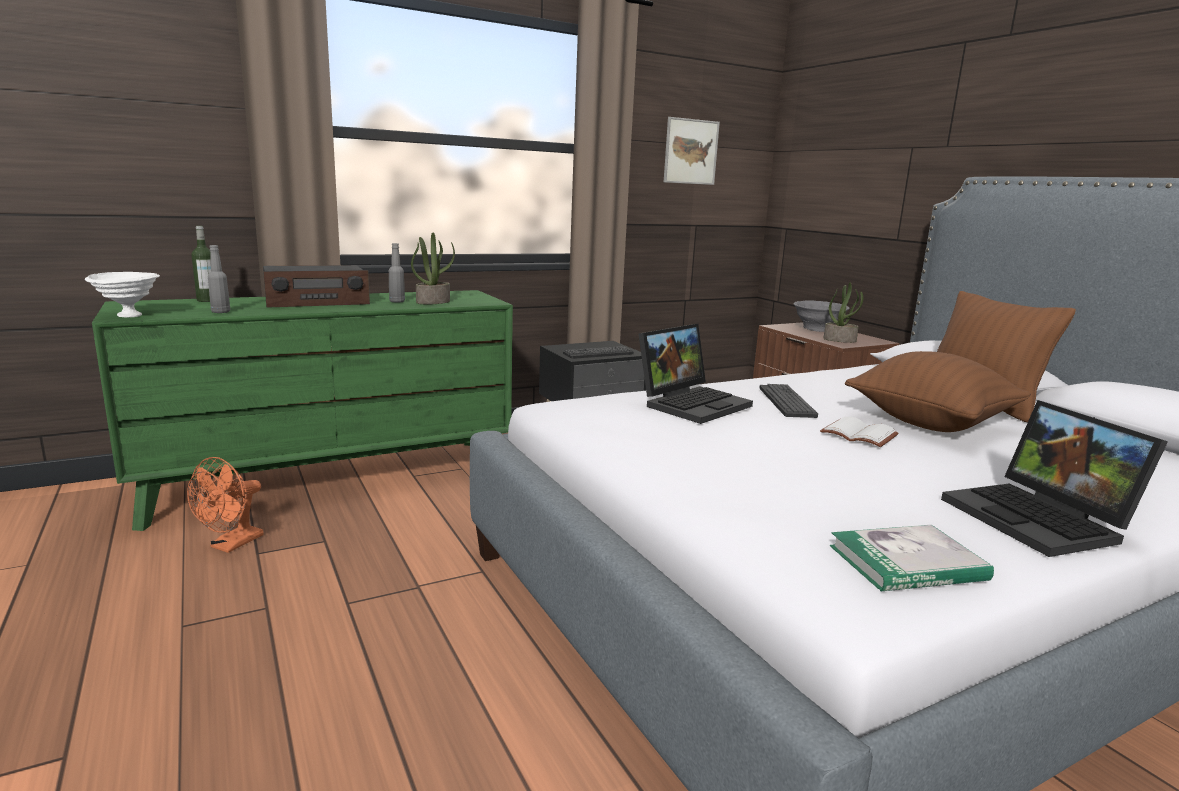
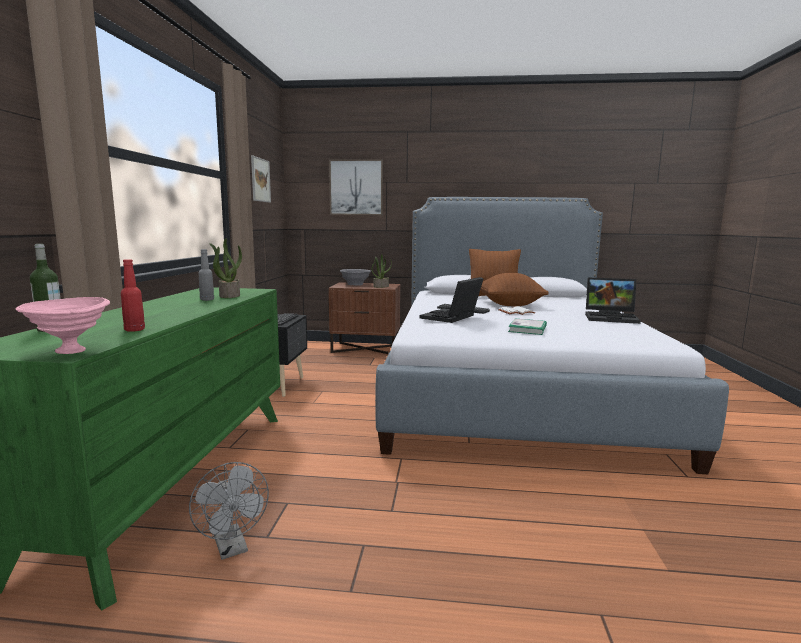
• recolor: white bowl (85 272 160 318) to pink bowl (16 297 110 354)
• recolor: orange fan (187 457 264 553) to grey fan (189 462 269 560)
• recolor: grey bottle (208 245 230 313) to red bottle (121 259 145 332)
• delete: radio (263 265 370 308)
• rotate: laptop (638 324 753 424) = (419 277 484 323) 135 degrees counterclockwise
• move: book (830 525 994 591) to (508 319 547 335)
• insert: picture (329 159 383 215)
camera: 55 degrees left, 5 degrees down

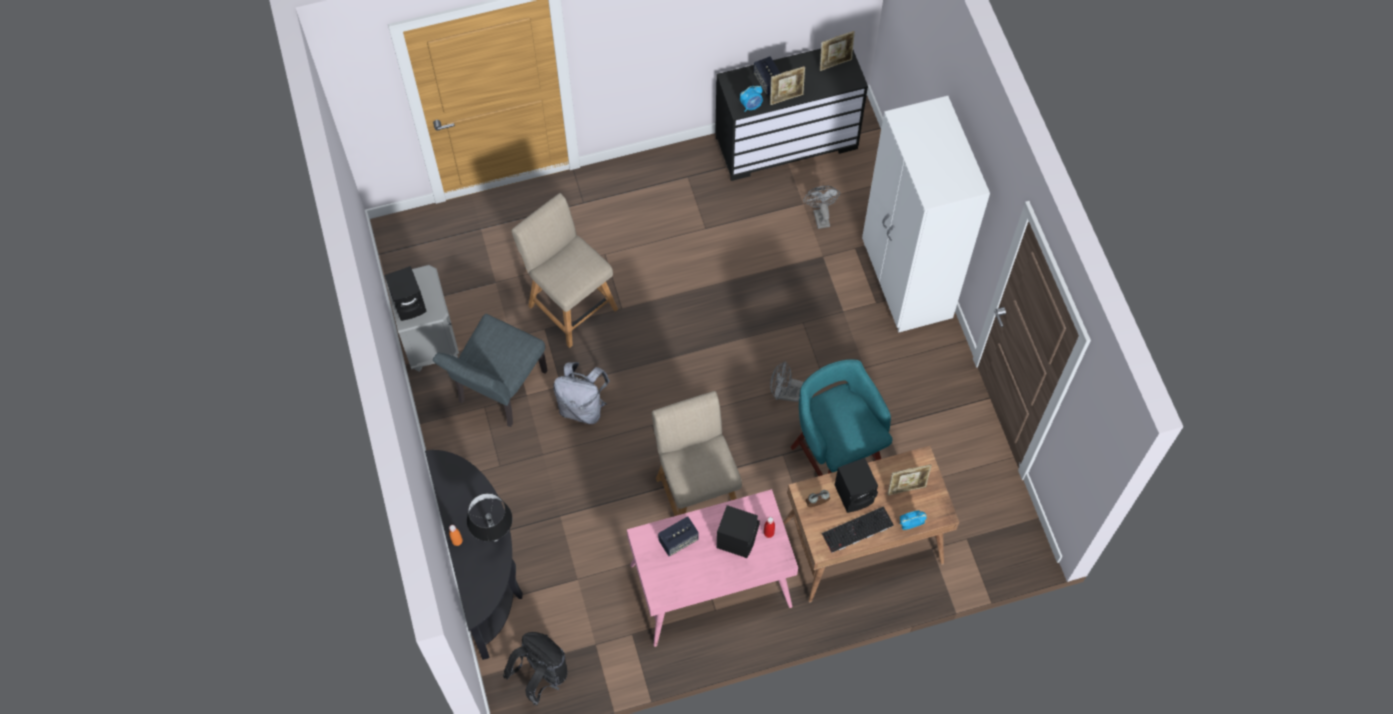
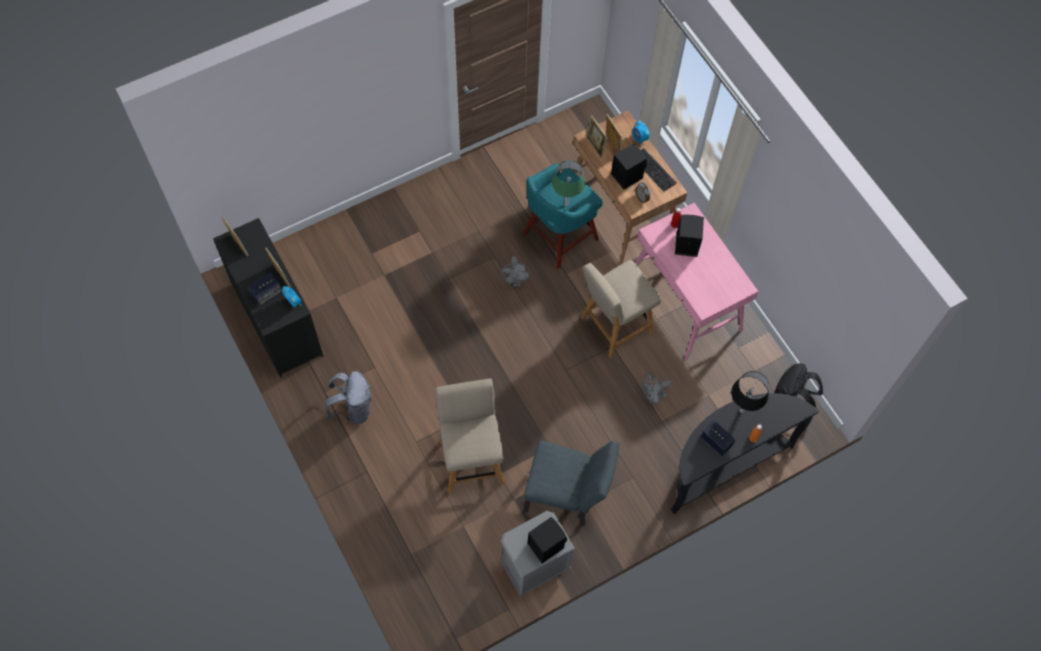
• rotate: beige chair (511 193 618 348) = (435 379 505 493) 135 degrees clockwise
• move: grey backpack (553 362 610 424) to (325 371 371 424)
• move: speaker (658 516 699 557) to (701 420 736 456)
• move: grey fan (803 186 840 229) to (642 372 672 404)
• delete: white wardrobe (862 96 990 333)
• insert: green table lamp (552 160 586 207)
• insert: picture frame (586 116 608 159)
camera: 105 degrees left, 0 degrees up

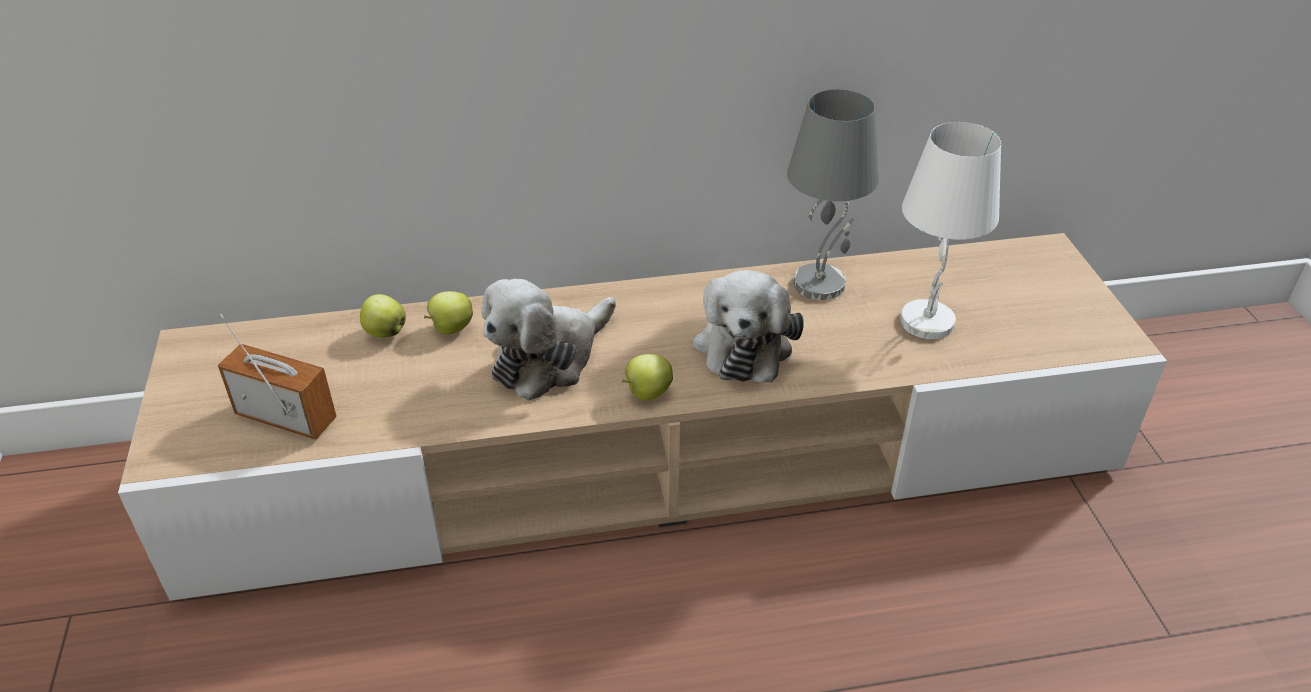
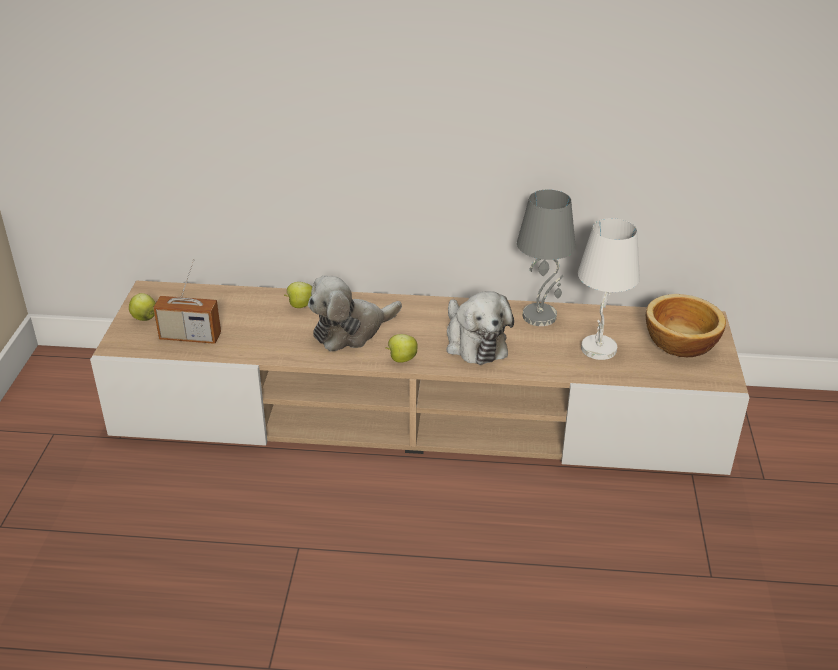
• rotate: radio (218 314 337 440) = (153 258 221 344) 150 degrees clockwise
• move: apple (360 294 406 338) to (129 293 156 321)
• rotate: plush toy (693 270 804 383) = (446 291 514 365) 45 degrees counterclockwise
• insert: bowl (646 294 726 357)
camera: 15 degrees right, 5 degrees down

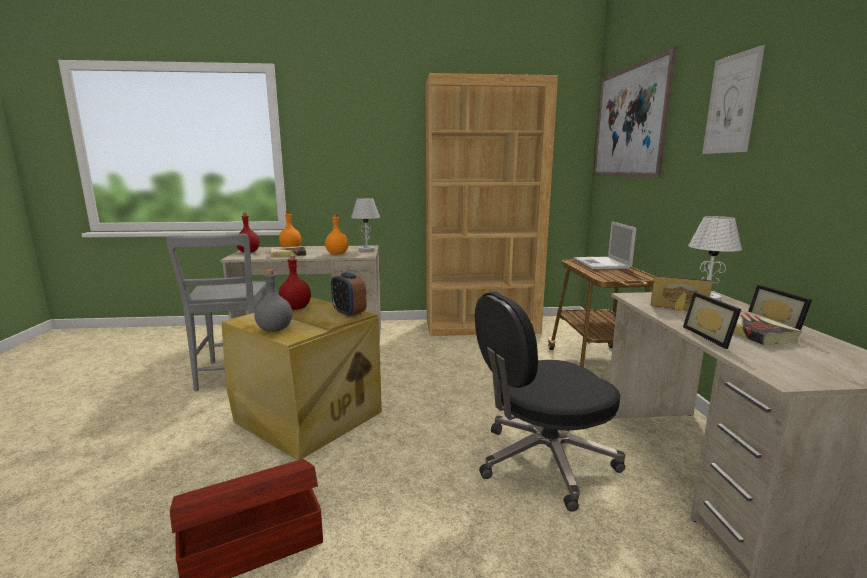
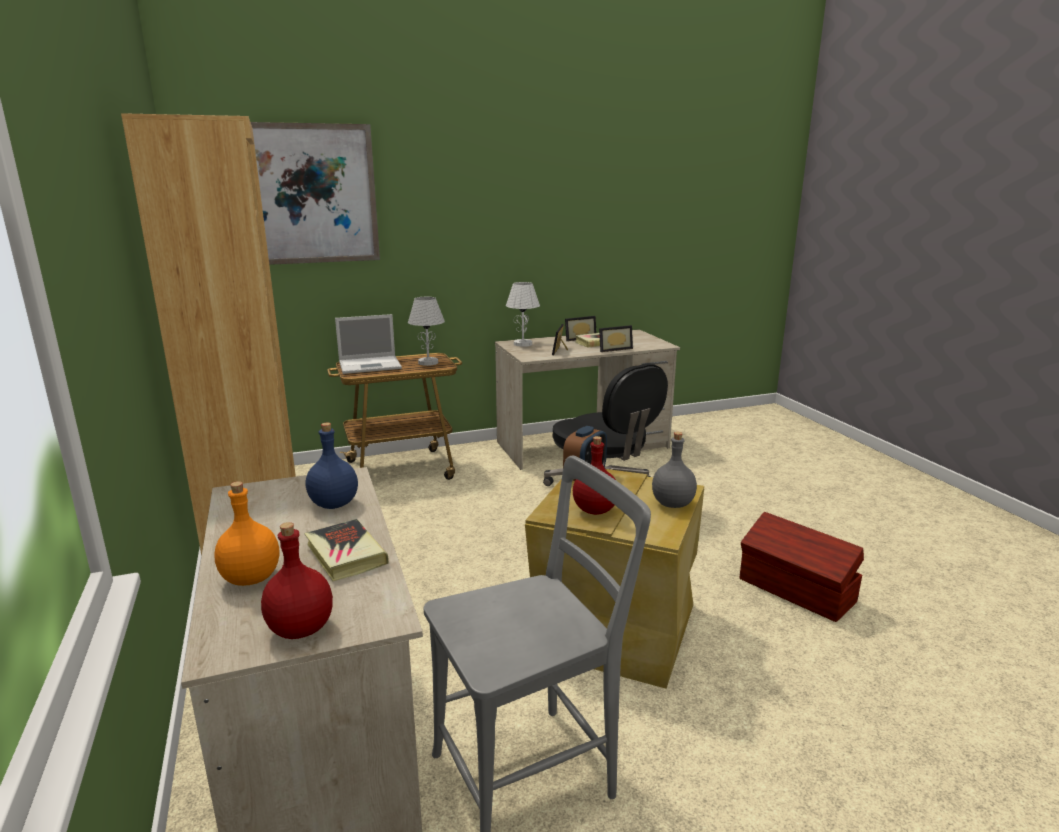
• recolor: orange bottle (325 214 349 255) to blue bottle (306 422 358 509)
• move: white table lamp (351 198 380 251) to (408 297 445 366)
• delete: picture (702 45 765 154)
camera: 105 degrees left, 5 degrees up

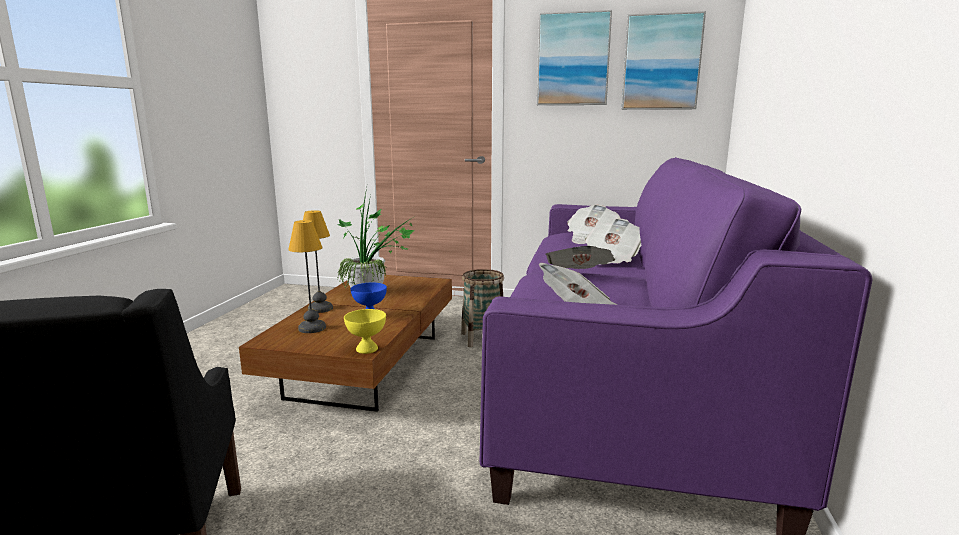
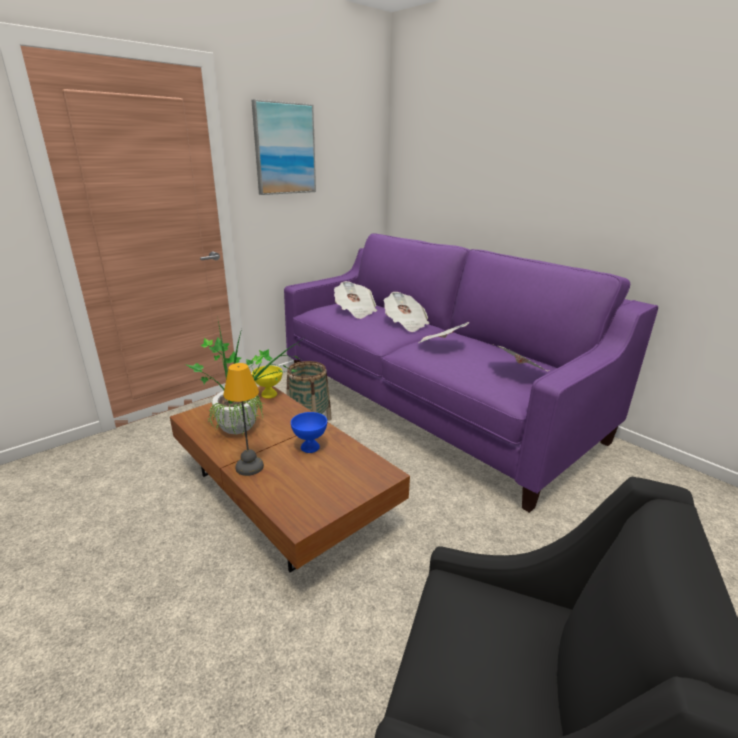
• delete: table lamp (288 220 326 333)
• move: yellow bowl (344 309 386 354) to (252 366 283 399)
• delete: picture (622 11 706 110)
camera: 55 degrees left, 10 degrees up

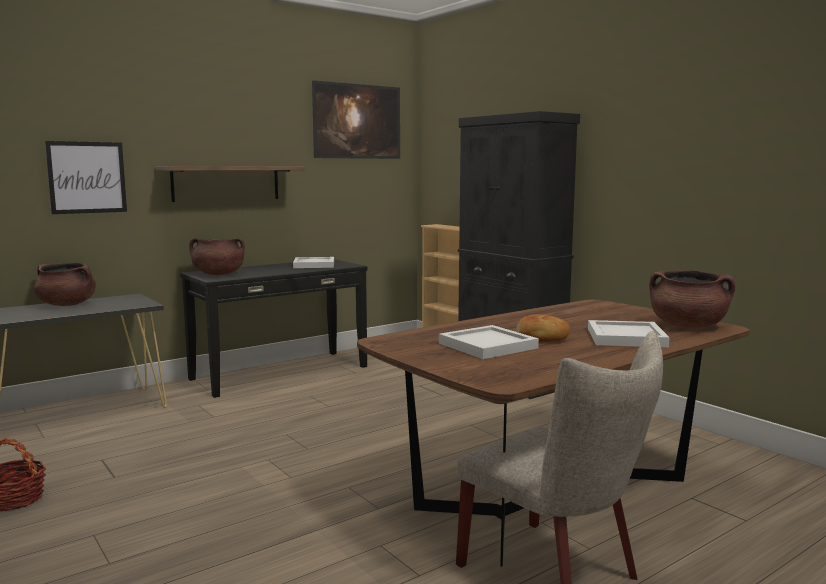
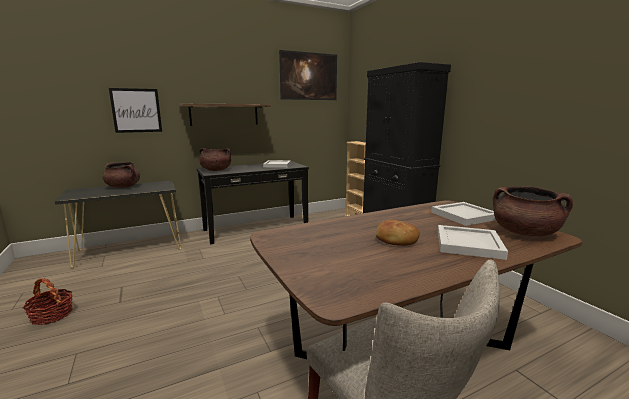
• move: white tray (439 325 539 359) to (431 202 496 226)
camera: 10 degrees right, 5 degrees up

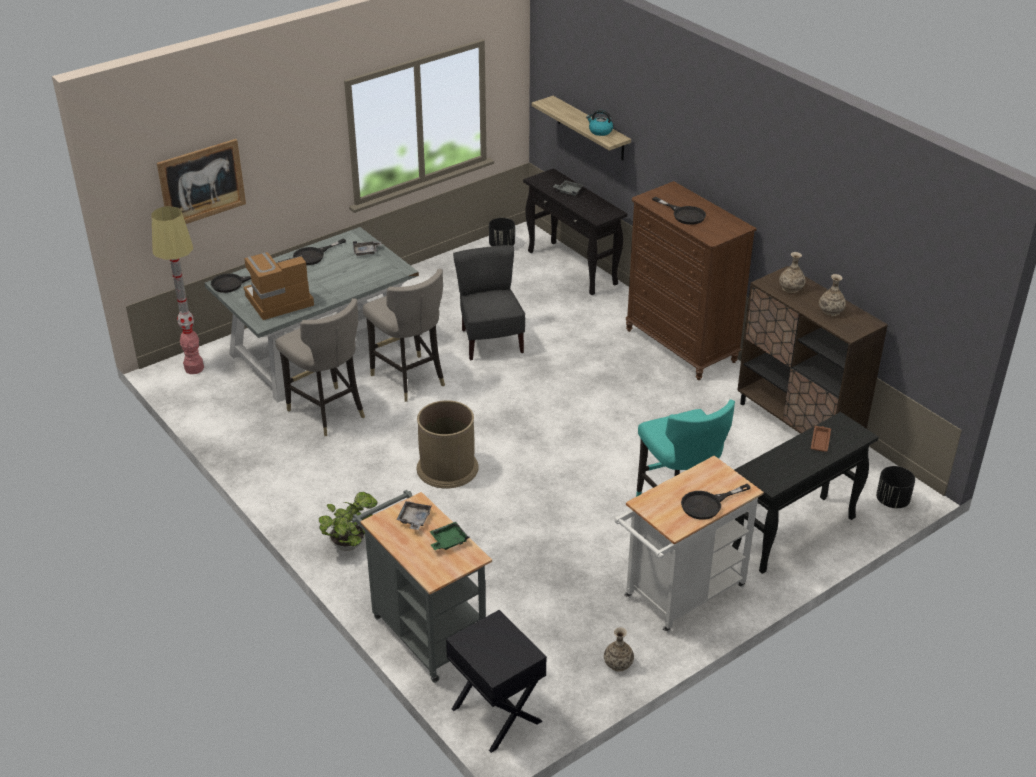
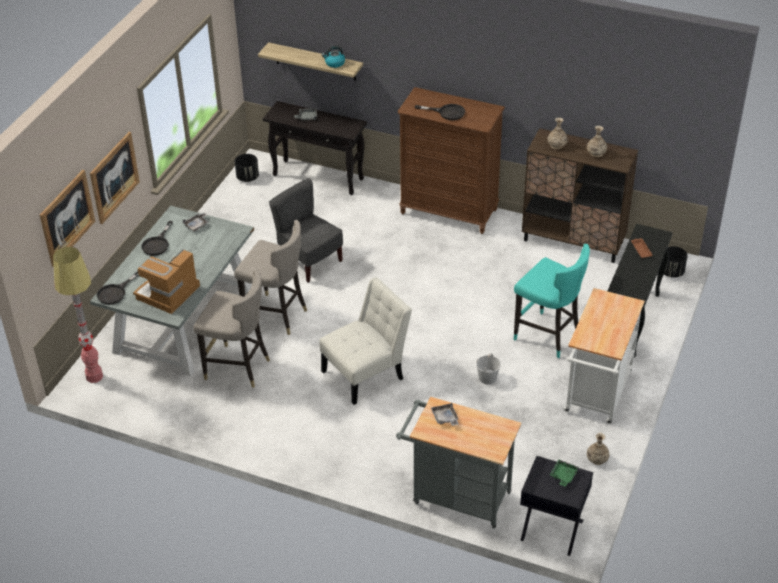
• delete: potted plant (319 492 377 551)
• replace: brown trash can (417 400 479 488) to white chair (319 277 412 405)
• move: green tray (430 522 469 550) to (550 460 578 487)
• delete: black frying pan (681 484 751 520)
• insert: picture (90 132 140 224)
• insert: white bucket (476 353 501 385)
camera: 30 degrees left, 5 degrees up

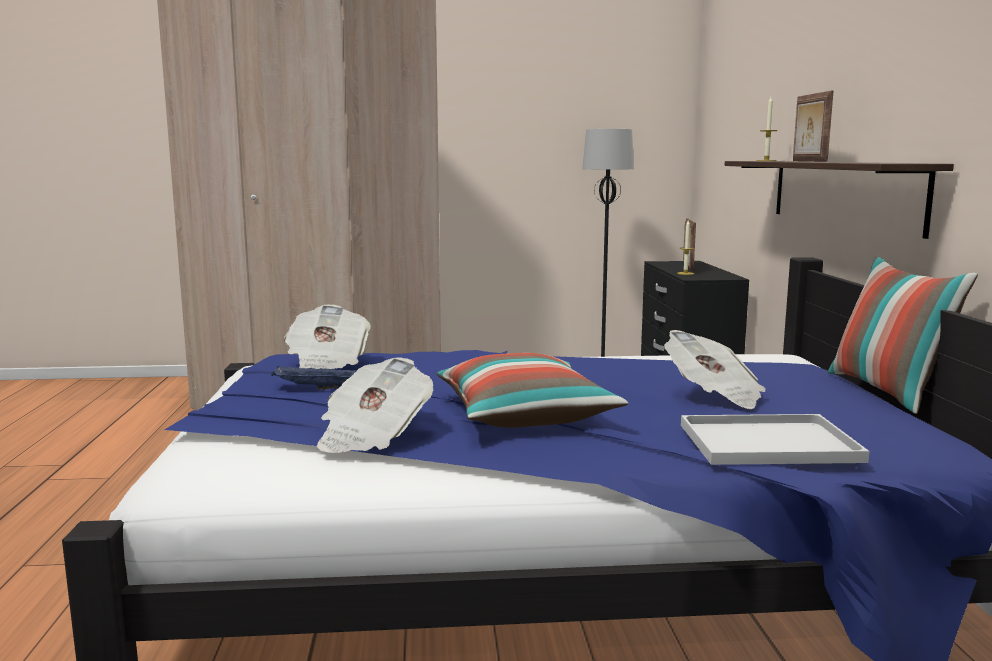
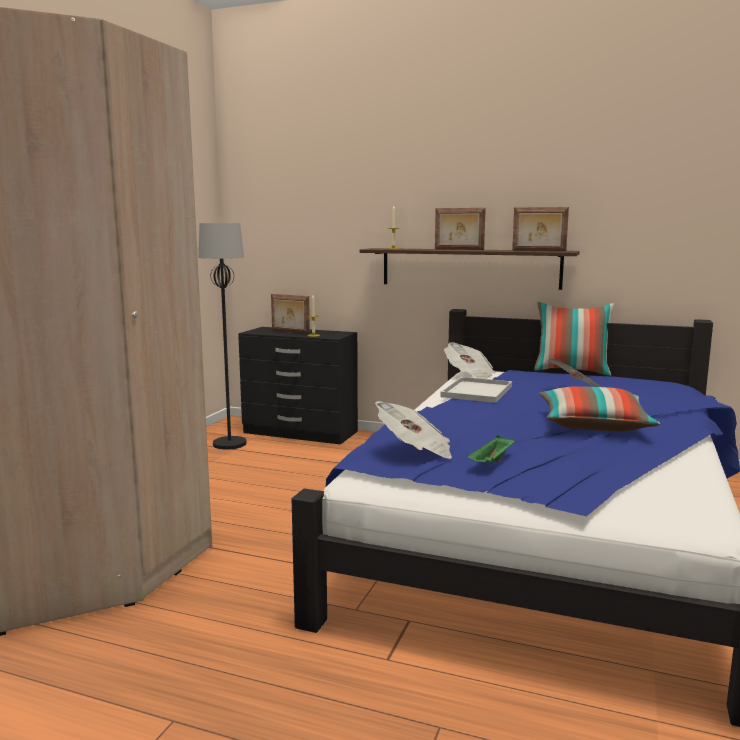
• recolor: blue tray (271 366 357 390) to green tray (467 435 515 463)
• move: newspaper (317 357 433 453) to (444 342 496 379)
• move: white tray (681 414 870 465) to (440 377 512 403)
• insert: picture frame (512 207 569 251)
camera: 65 degrees left, 0 degrees up

